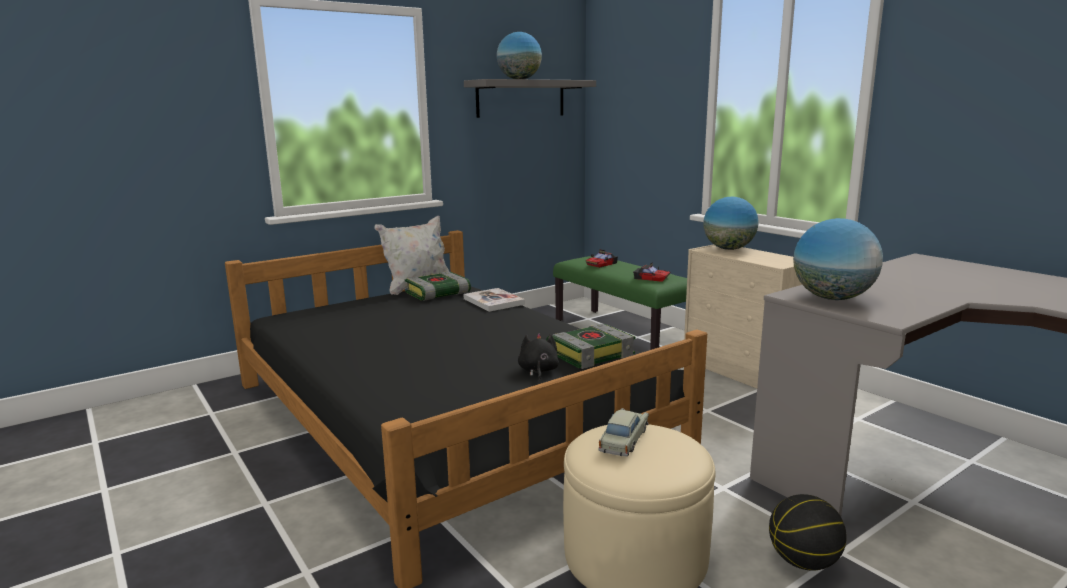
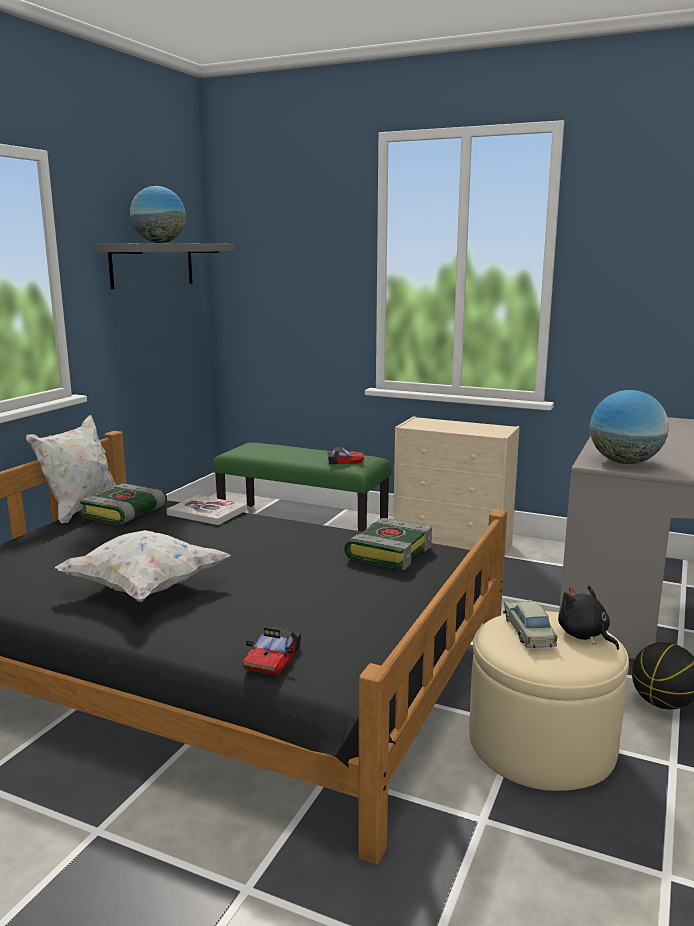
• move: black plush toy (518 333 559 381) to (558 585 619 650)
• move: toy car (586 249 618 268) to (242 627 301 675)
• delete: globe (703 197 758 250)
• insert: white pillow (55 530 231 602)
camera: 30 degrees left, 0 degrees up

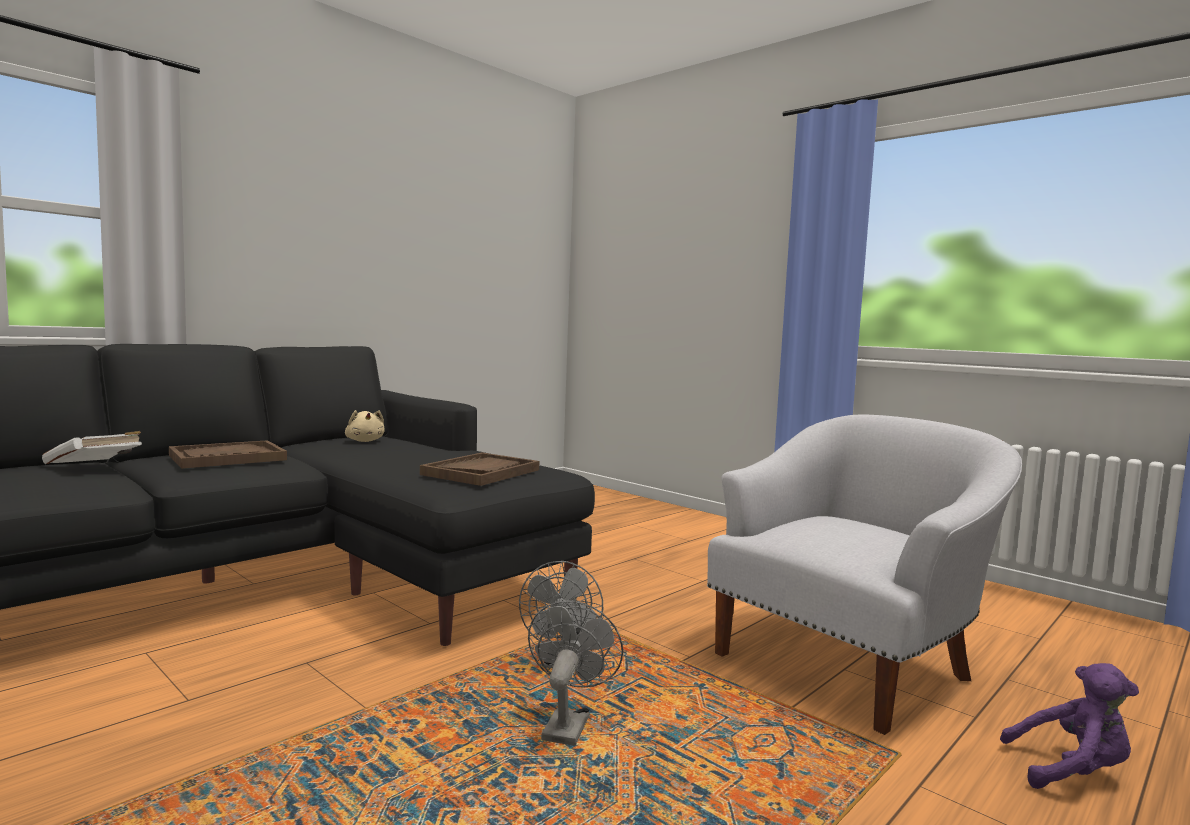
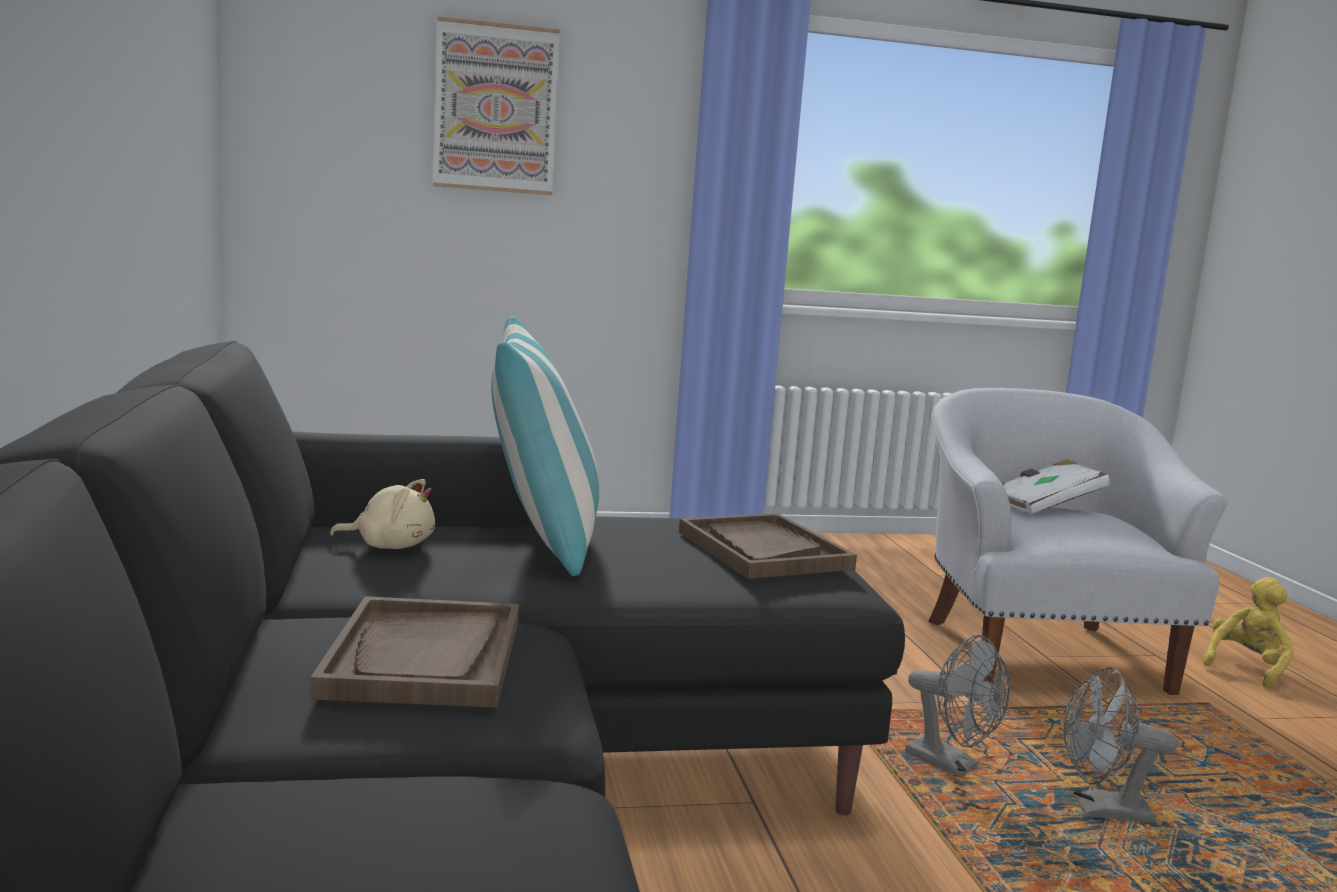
• move: white book (42 431 142 464) to (1002 459 1110 515)
• rotate: grey fan (528 601 623 746) = (1063 667 1178 823) 45 degrees counterclockwise
• recolor: purple plush toy (1000 663 1139 789) to yellow plush toy (1202 577 1294 688)
• insert: picture (433 16 560 195)
• insert: pillow (491 316 599 576)
camera: 55 degrees left, 5 degrees up

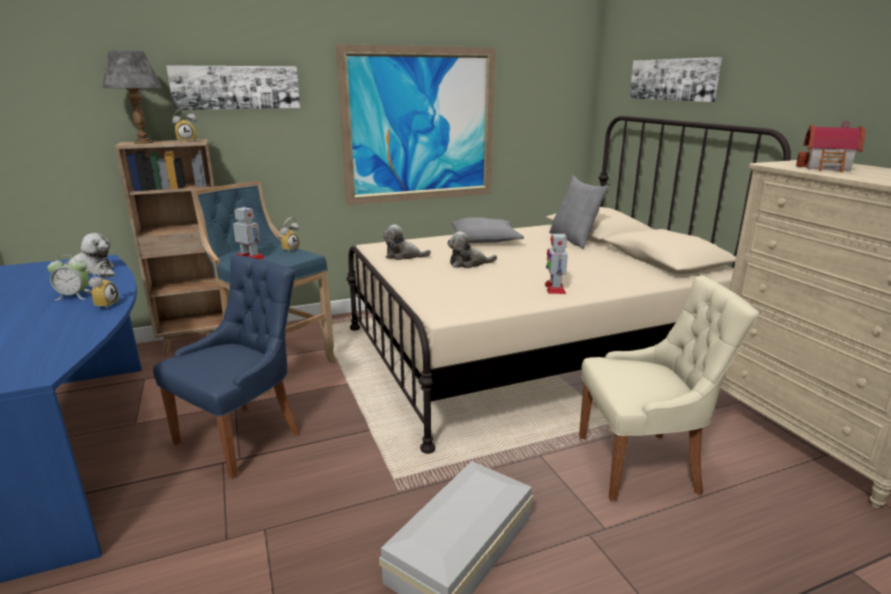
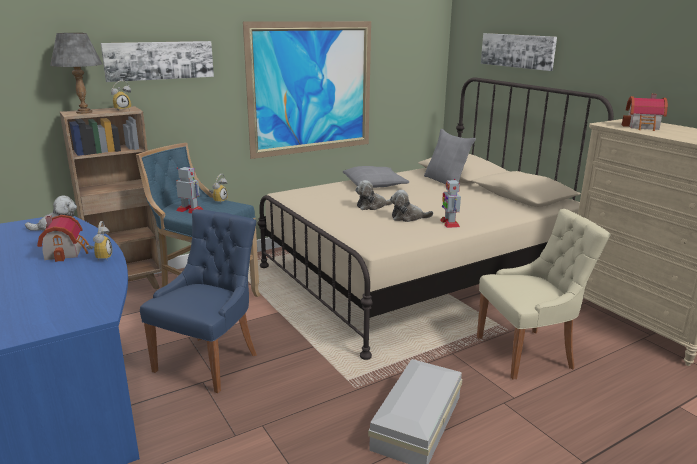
• replace: alarm clock (47 255 89 300) to toy house (37 215 89 262)
• move: plush toy (383 225 431 260) to (390 190 433 222)
camera: 10 degrees left, 0 degrees up

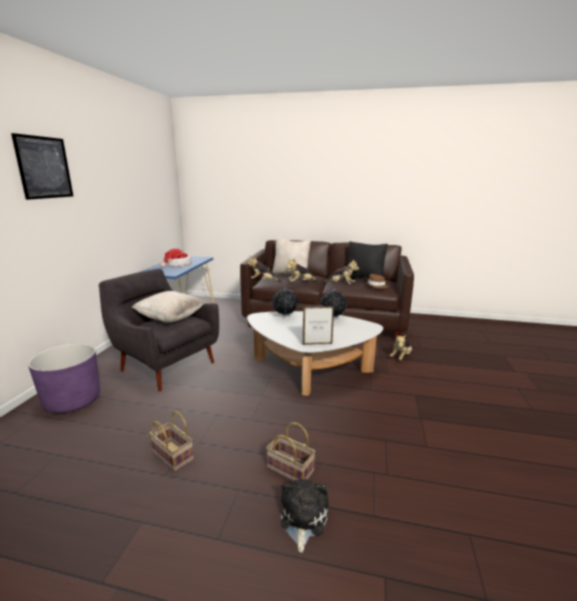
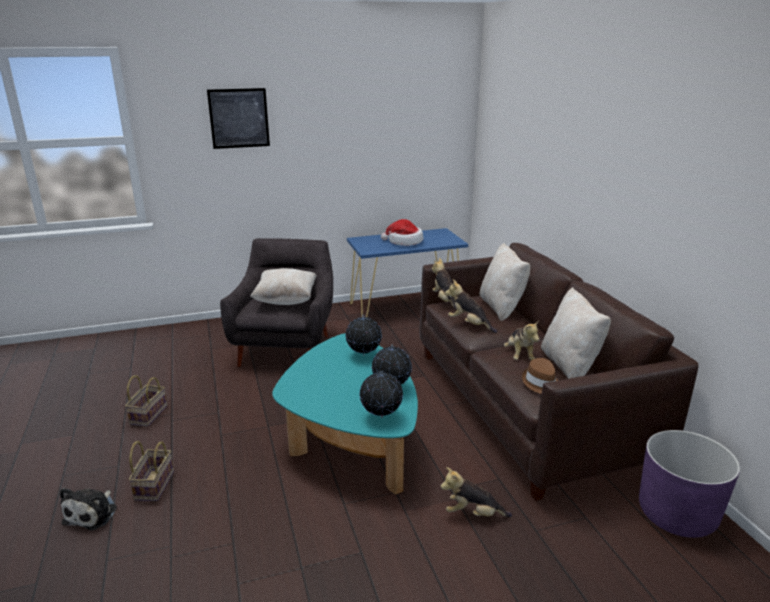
• move: purple planter (28 343 100 413) to (639 430 740 538)
• recolor: white coffee table (247 311 383 396) to turquoise coffee table (272 333 418 494)
• rotate: plush toy (281 479 328 553) = (60 488 117 531) 120 degrees clockwise
• delete: picture frame (303 306 334 345)
• recolor: black pillow (344 241 388 280) to beige pillow (541 287 611 379)
• insert: globe (360 370 403 418)
camera: 60 degrees right, 5 degrees up

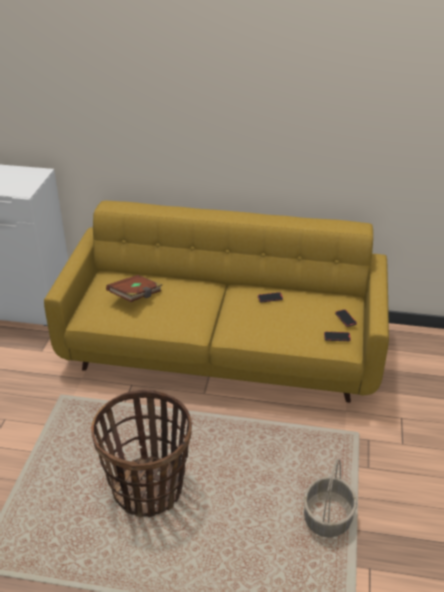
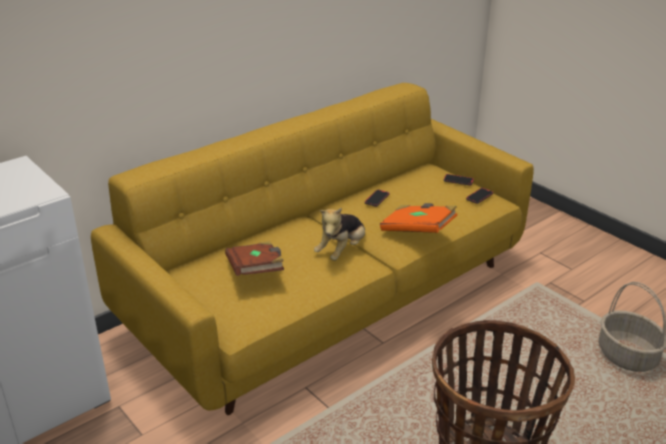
• insert: plush toy (314 207 365 261)
• insert: orange book (380 203 457 233)
camera: 50 degrees left, 5 degrees down

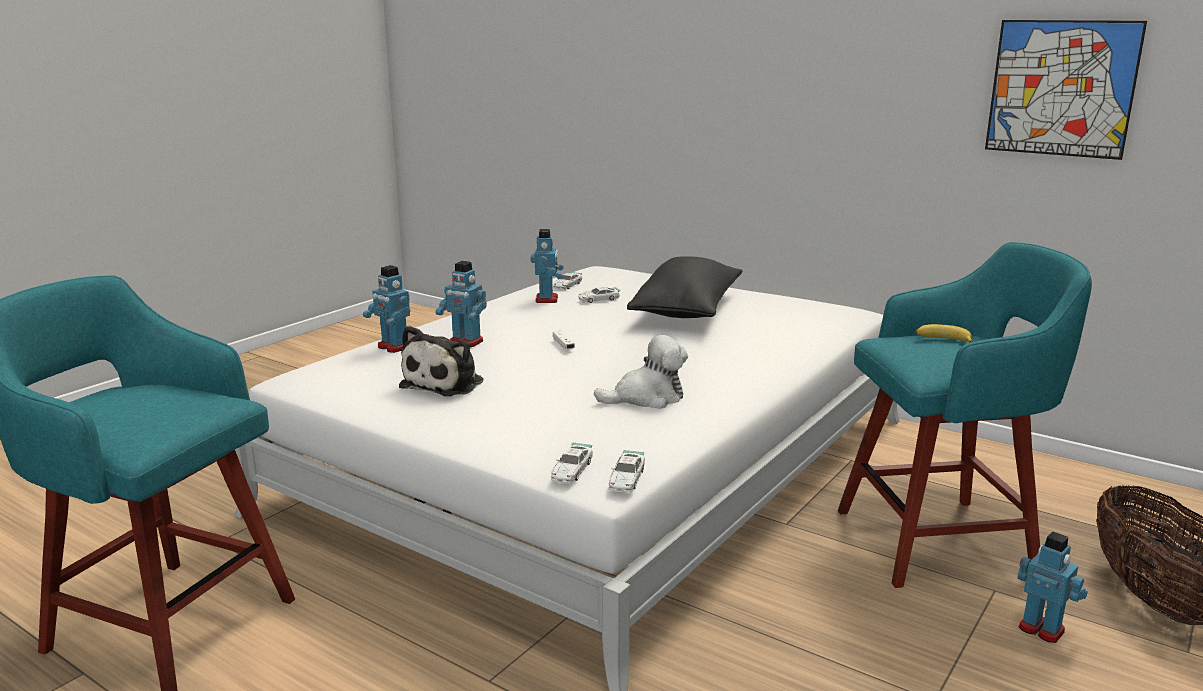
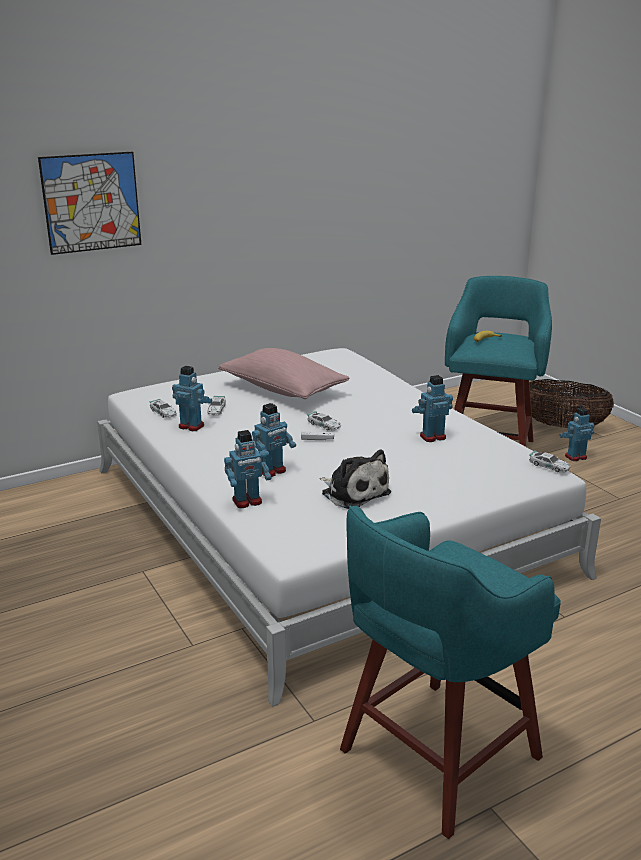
• move: toy car (551 442 593 484) to (307 411 341 431)
• replace: plush toy (594 335 688 409) to toy robot (412 375 453 442)
• recolor: black pillow (627 256 742 318) to pink pillow (218 348 349 399)
• move: picture (985 20 1147 160) to (38 152 141 255)
camera: 65 degrees left, 5 degrees up

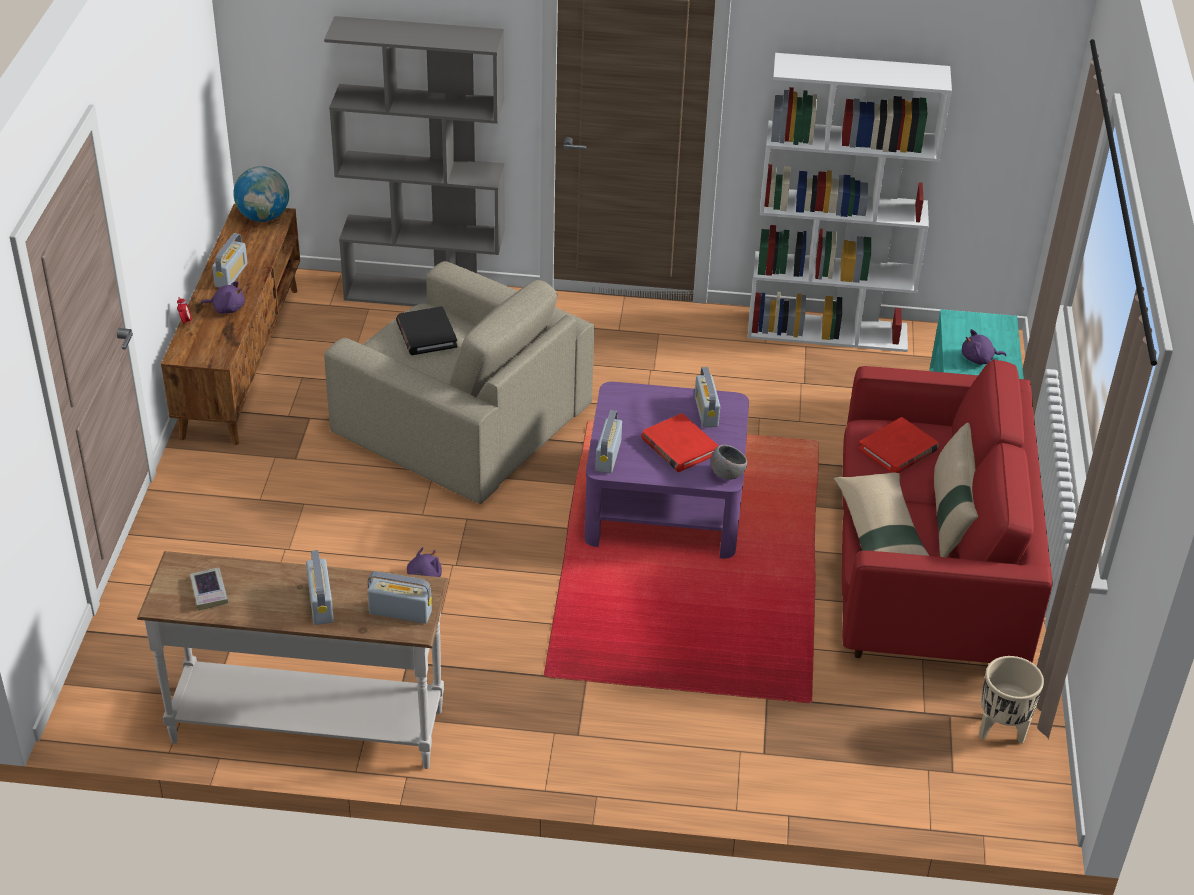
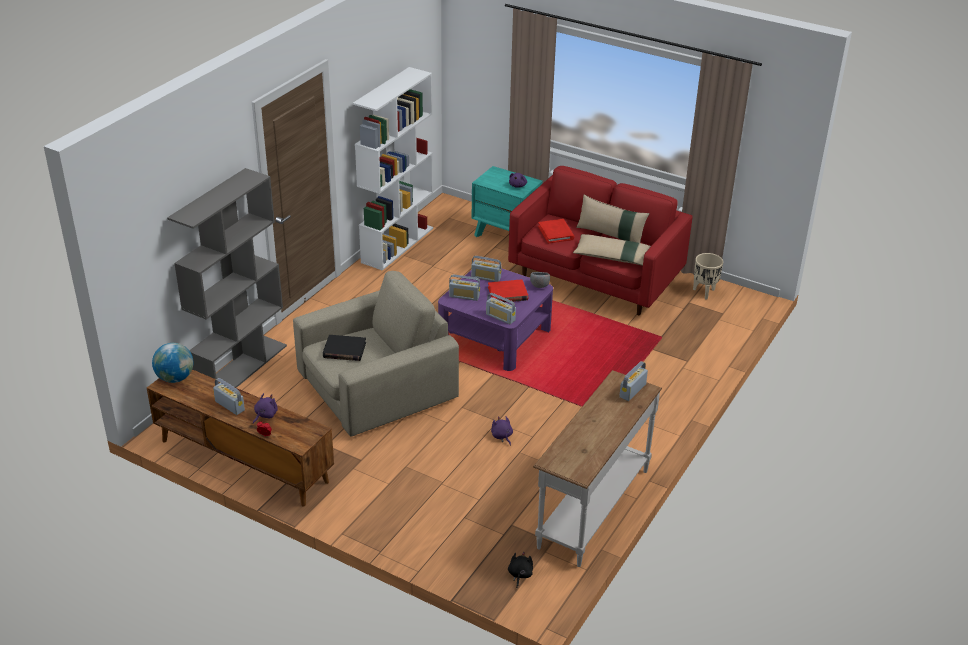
• delete: book (190 567 228 611)
• move: radio (306 550 334 625) to (449 275 480 301)
• insert: black plush toy (508 552 533 588)
camera: 65 degrees left, 5 degrees down

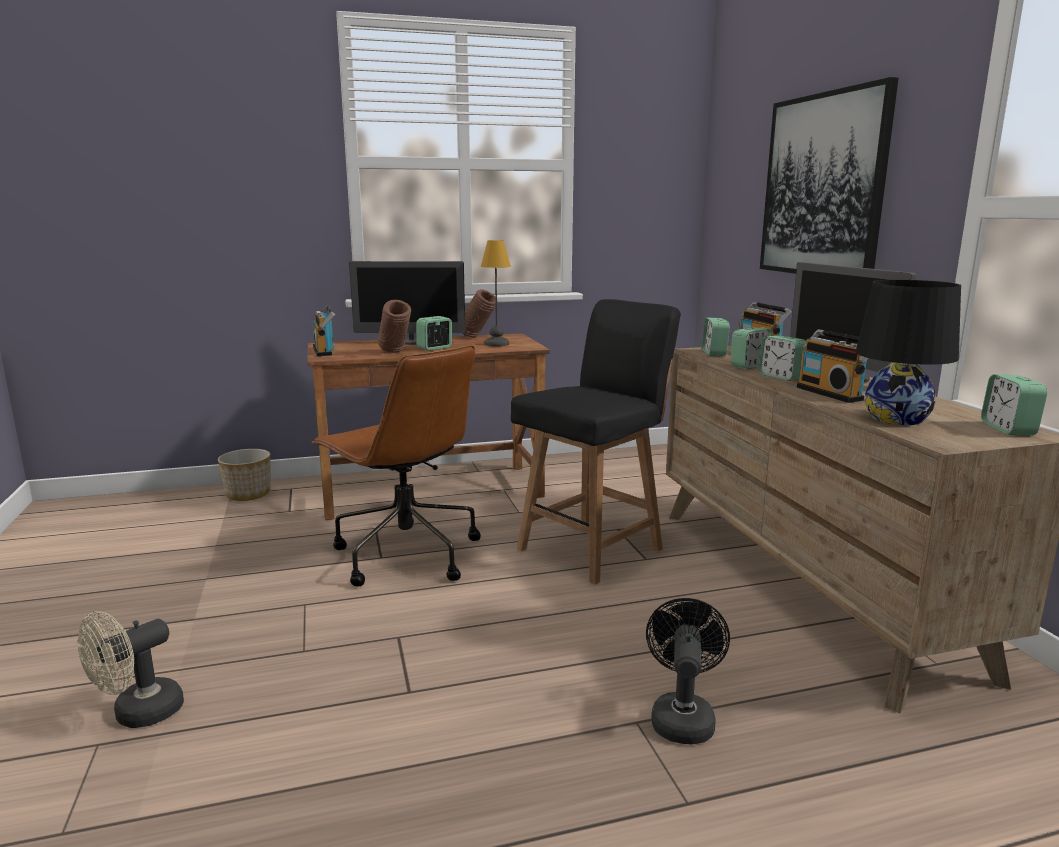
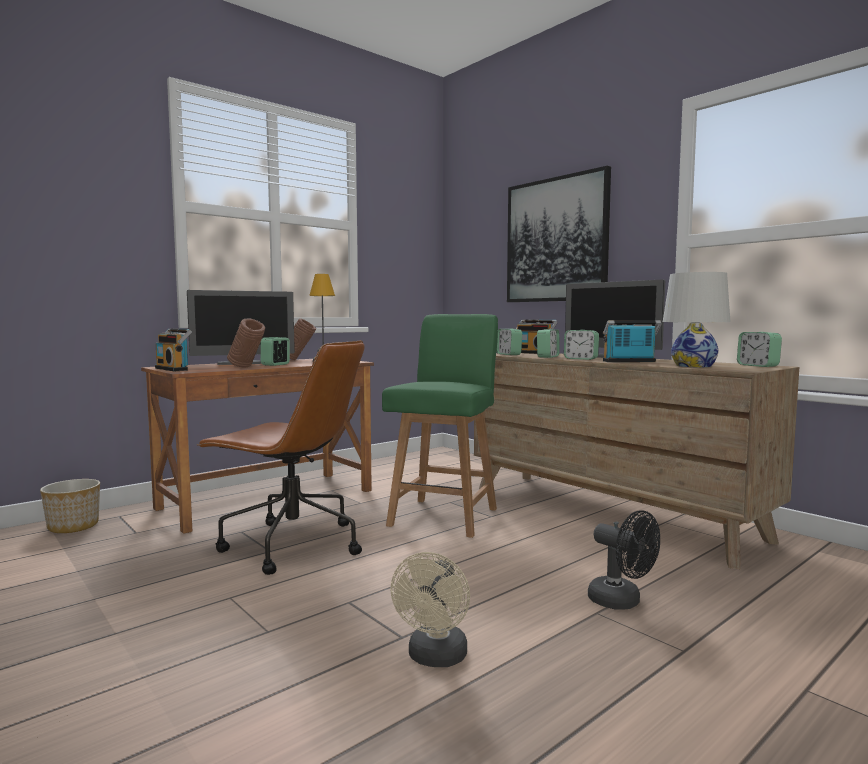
• move: beige fan (77 611 184 728) to (390 552 470 667)
• recolor: black chair (511 299 681 585) to green chair (382 314 498 538)
• rotate: black fan (646 598 730 744) = (588 510 660 610) 150 degrees clockwise
• rotate: radio (797 329 869 403) = (603 320 662 362) 135 degrees clockwise
• recolor: black table lamp (855 280 961 425) to white table lamp (663 272 730 367)
camera: 25 degrees left, 10 degrees down

